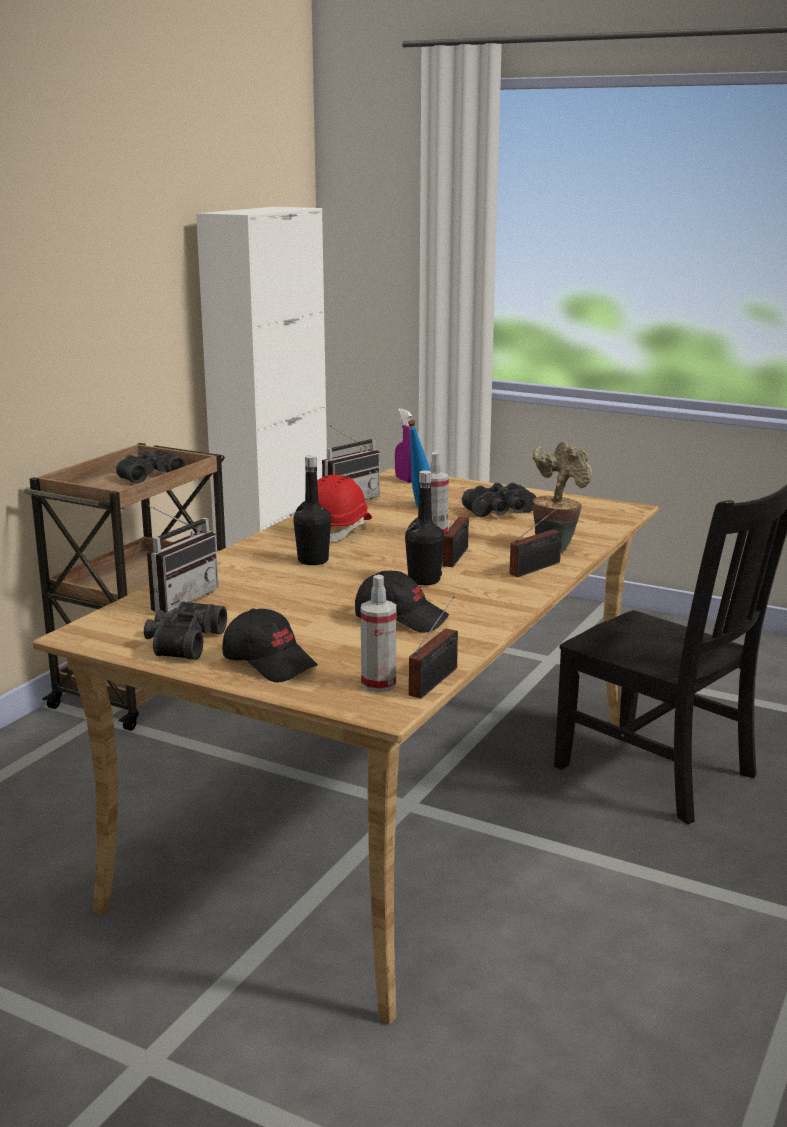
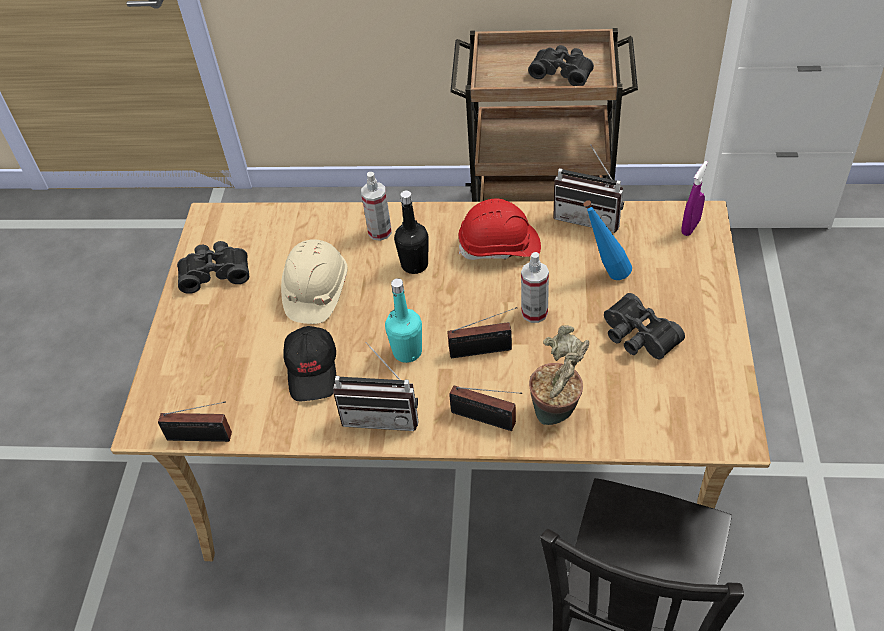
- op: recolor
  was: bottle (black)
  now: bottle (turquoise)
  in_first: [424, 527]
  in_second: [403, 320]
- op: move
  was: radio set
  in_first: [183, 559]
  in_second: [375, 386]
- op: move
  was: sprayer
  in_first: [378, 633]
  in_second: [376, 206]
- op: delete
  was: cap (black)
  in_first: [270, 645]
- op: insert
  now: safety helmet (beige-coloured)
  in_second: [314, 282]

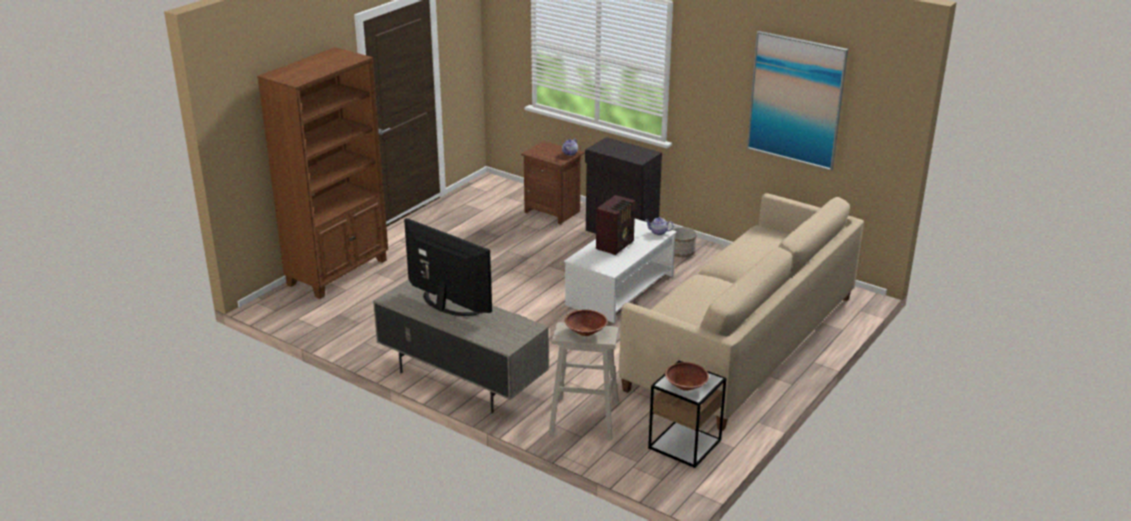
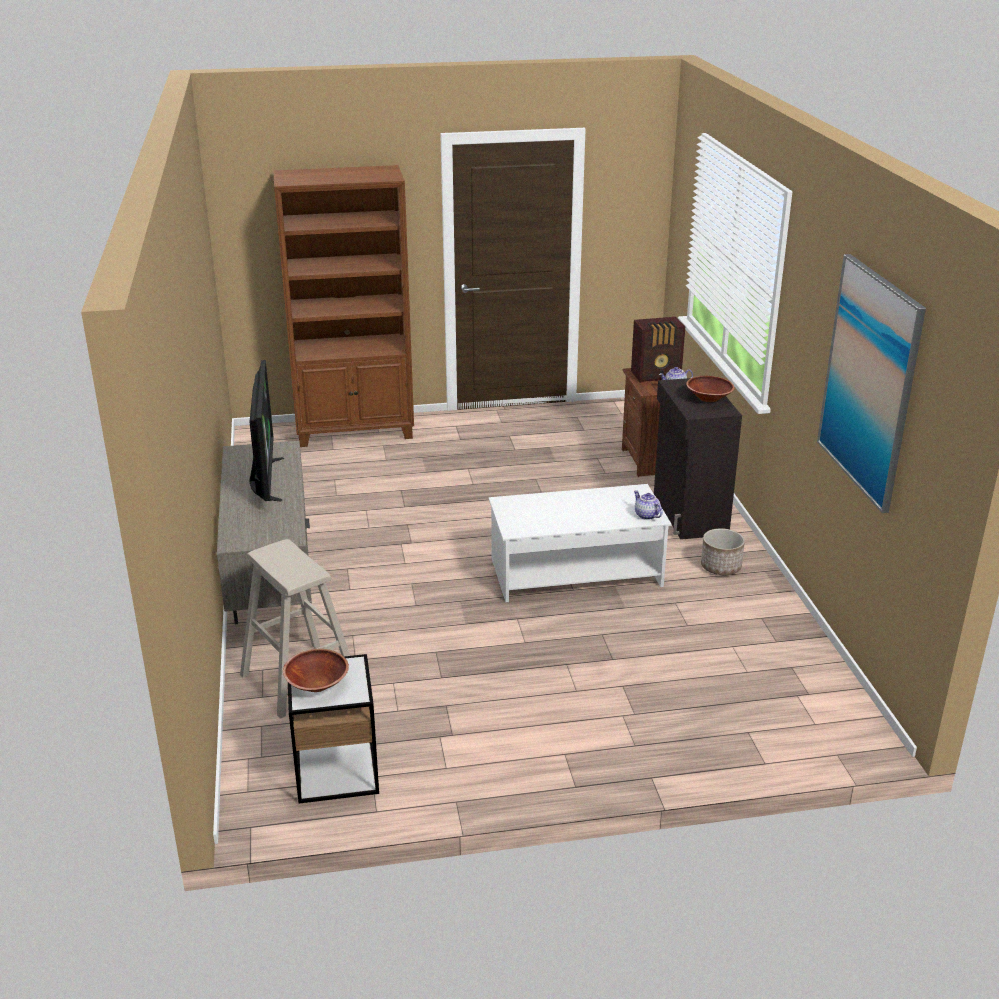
- op: delete
  was: couch (beige-coloured)
  in_first: [741, 312]
- op: move
  was: radio set
  in_first: [615, 225]
  in_second: [658, 349]
- op: move
  was: deep dish (brownish)
  in_first: [586, 323]
  in_second: [710, 389]

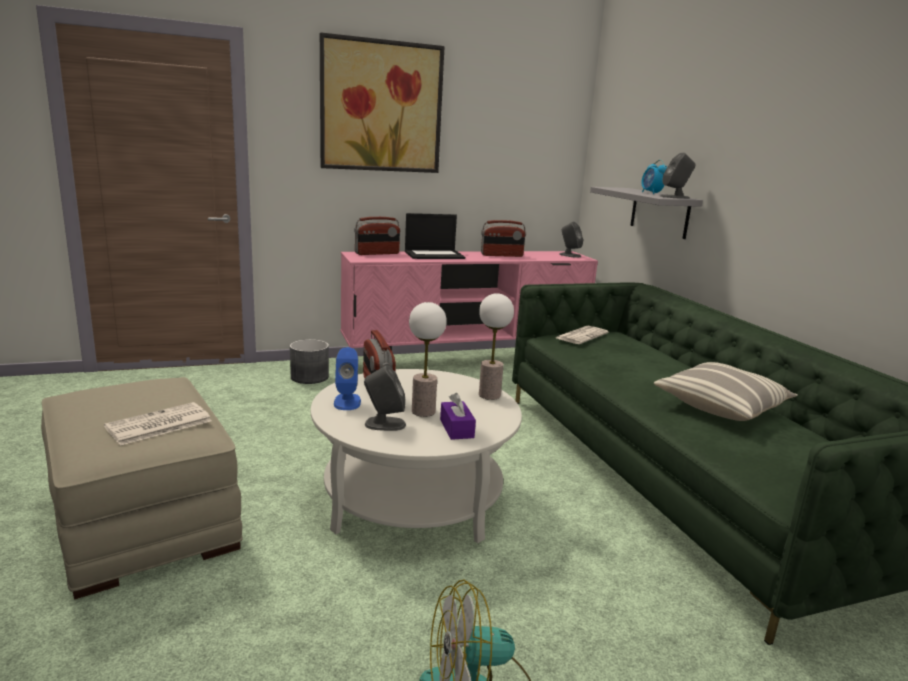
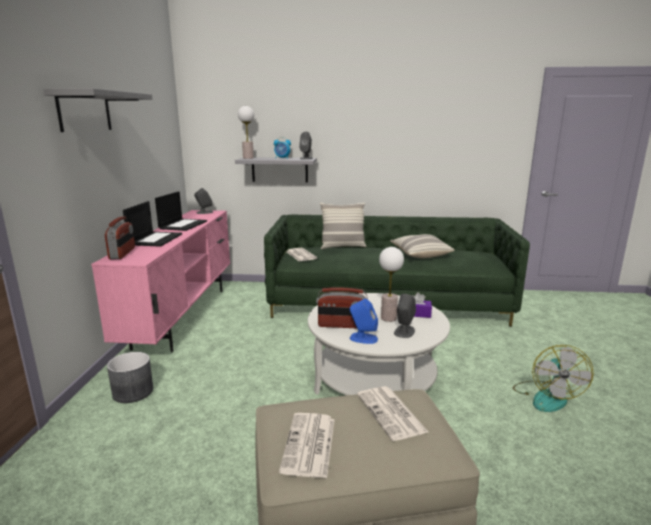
- op: replace
  was: wall picture
  now: wall shelf (grey)
  in_first: [382, 102]
  in_second: [98, 110]
- op: replace
  was: radio set
  now: notebook computer
  in_first: [503, 238]
  in_second: [181, 211]
- op: move
  was: lamp for a table
  in_first: [496, 346]
  in_second: [246, 132]
- op: insert
  now: pillow
  in_second: [343, 226]
- op: insert
  now: printed paper
  in_second: [306, 445]

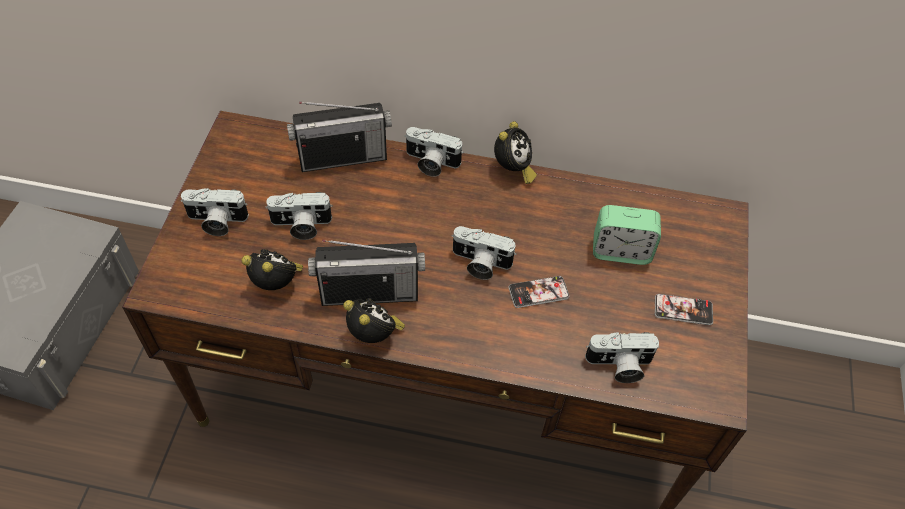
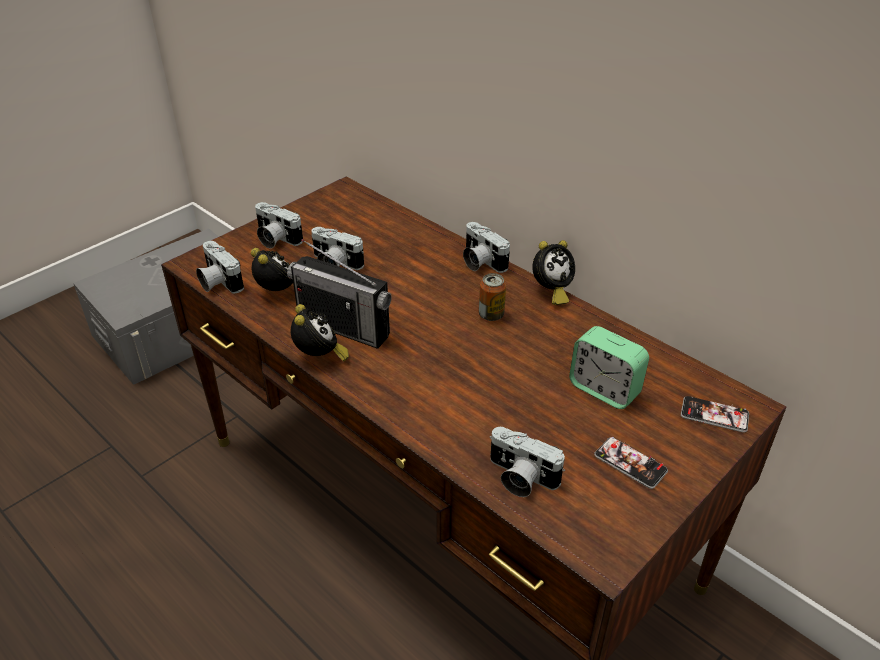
- op: delete
  was: radio set
  in_first: [339, 137]
- op: move
  was: still camera
  in_first: [484, 253]
  in_second: [220, 267]
- op: move
  was: handset
  in_first: [538, 292]
  in_second: [715, 414]
- op: insert
  now: can
  in_second: [492, 297]

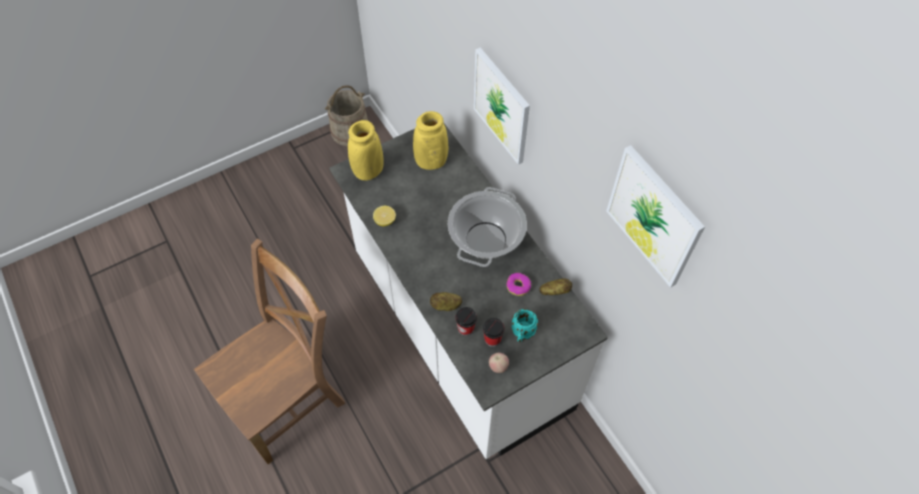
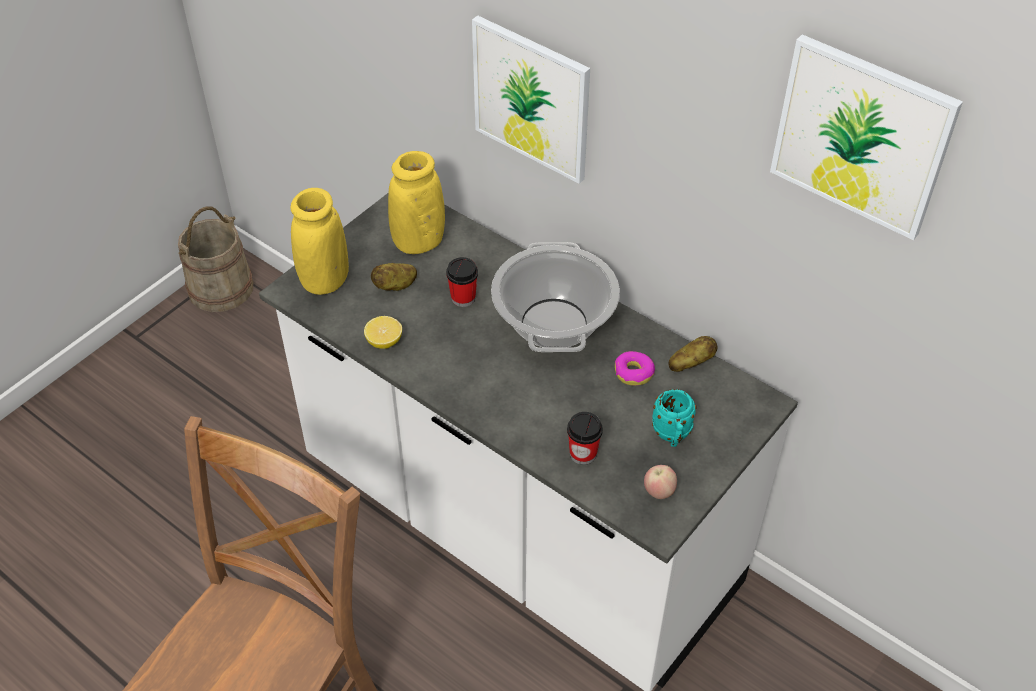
- op: move
  was: spud
  in_first: [446, 301]
  in_second: [394, 277]
- op: move
  was: drinking cup
  in_first: [494, 332]
  in_second: [462, 282]

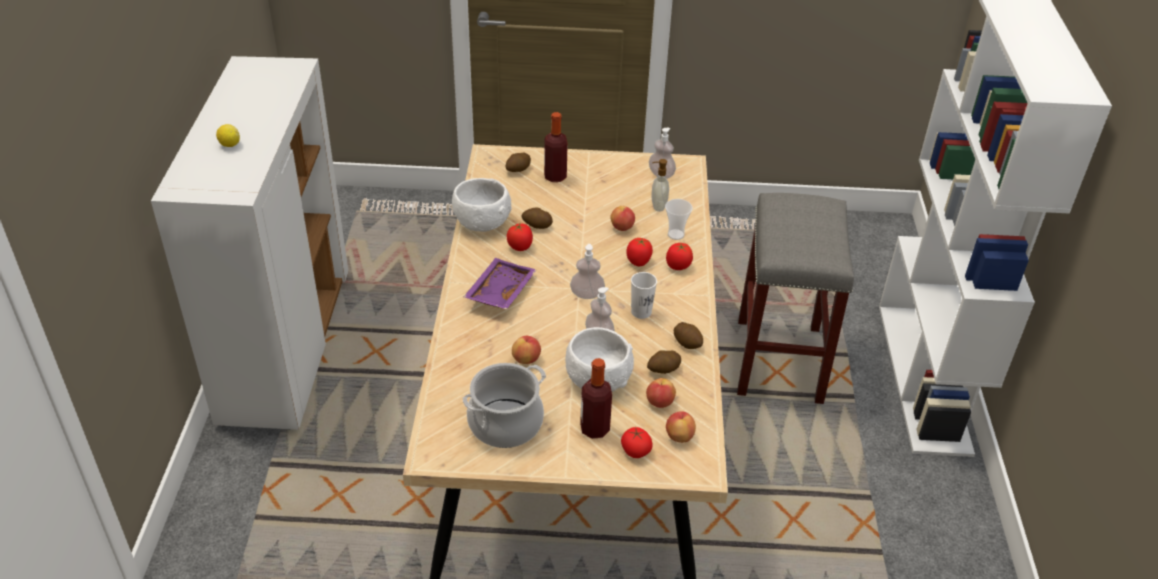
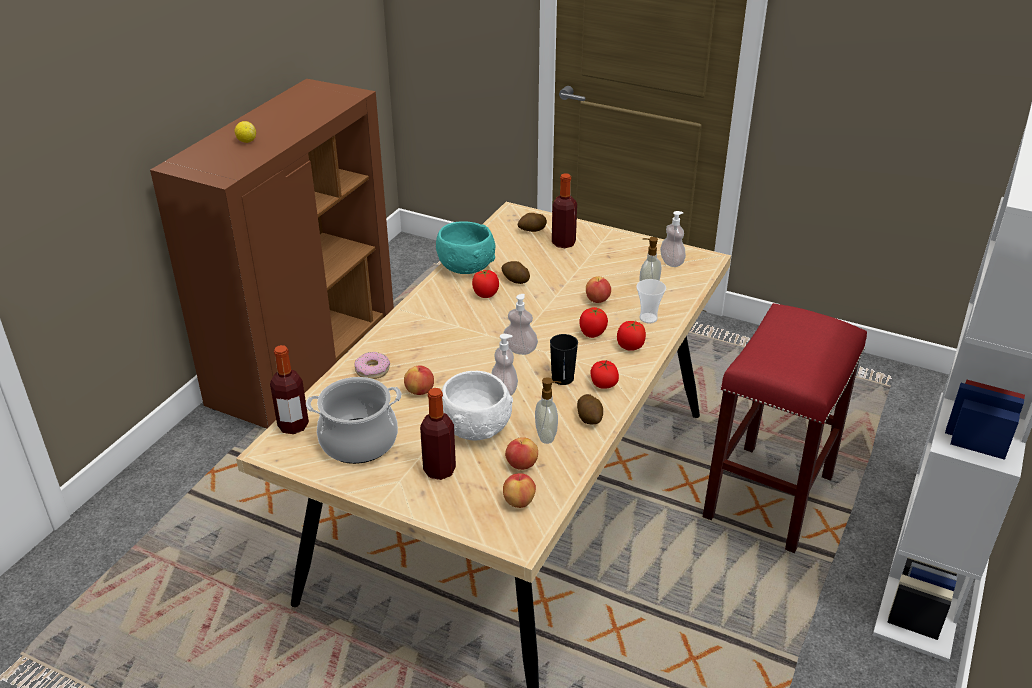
- op: recolor
  was: cabinet (white)
  now: cabinet (brownish)
  in_first: [249, 243]
  in_second: [272, 253]
- op: recolor
  was: deep dish (white)
  now: deep dish (turquoise)
  in_first: [482, 205]
  in_second: [465, 247]
- op: recolor
  was: stool seat (grey)
  now: stool seat (reddish)
  in_first: [795, 298]
  in_second: [785, 428]
- op: delete
  was: carrying tray (purple-coloured)
  in_first: [499, 284]
- op: recolor
  was: drinking cup (white)
  now: drinking cup (black)
  in_first: [644, 295]
  in_second: [564, 359]
- op: replace
  was: spud
  now: liquid soap bottle
  in_first: [664, 362]
  in_second: [548, 410]
- op: move
  was: tomato
  in_first: [637, 442]
  in_second: [604, 374]
- op: insert
  now: bottle
  in_second: [289, 389]
- op: insert
  now: donut
  in_second: [372, 365]

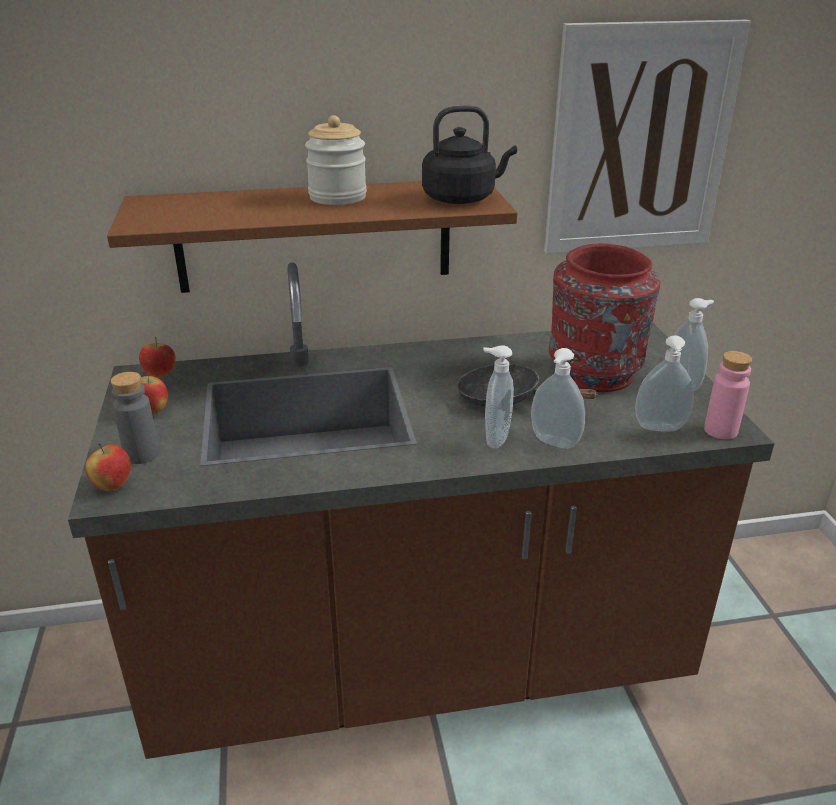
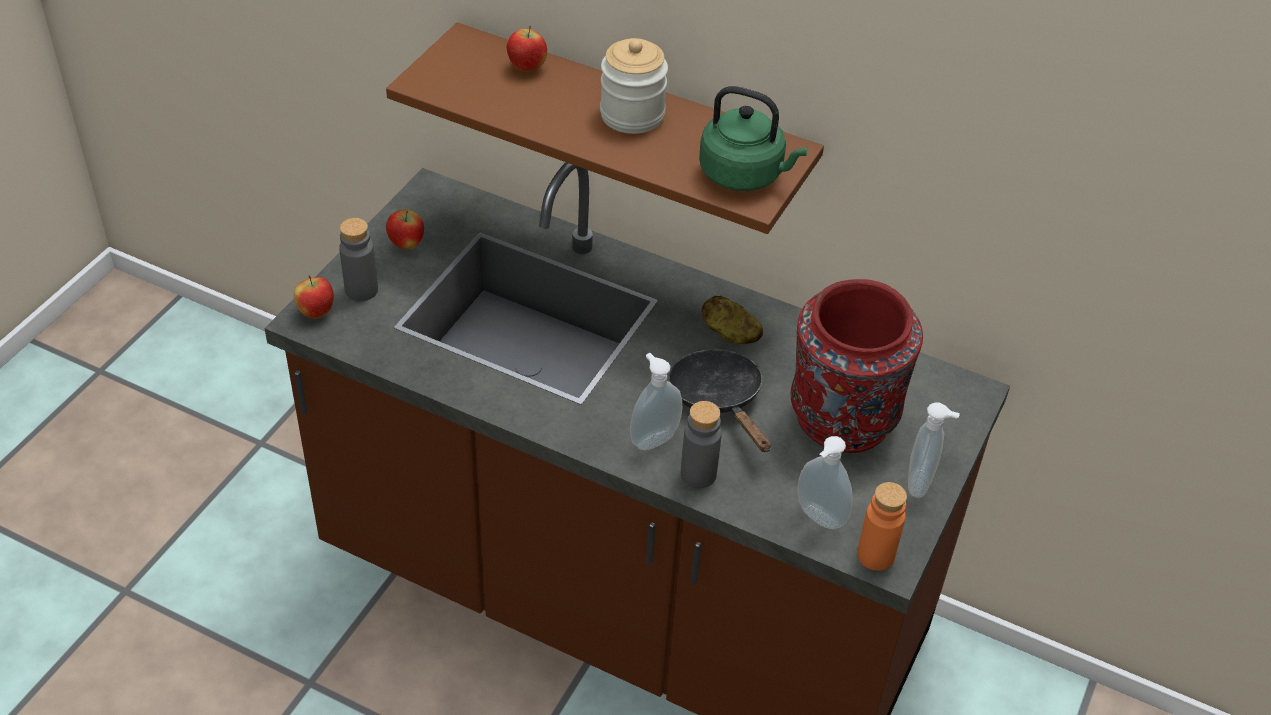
- op: delete
  was: wall picture
  in_first: [647, 137]
- op: recolor
  was: tea kettle (black)
  now: tea kettle (greenish)
  in_first: [469, 155]
  in_second: [753, 138]
- op: move
  was: whole apple
  in_first: [157, 357]
  in_second: [526, 48]
- op: replace
  was: liquid soap bottle
  now: bottle (grey)
  in_first: [558, 398]
  in_second: [701, 444]
- op: recolor
  was: bottle (pinkish)
  now: bottle (orange-coloured)
  in_first: [728, 395]
  in_second: [882, 526]
- op: insert
  now: spud
  in_second: [732, 320]

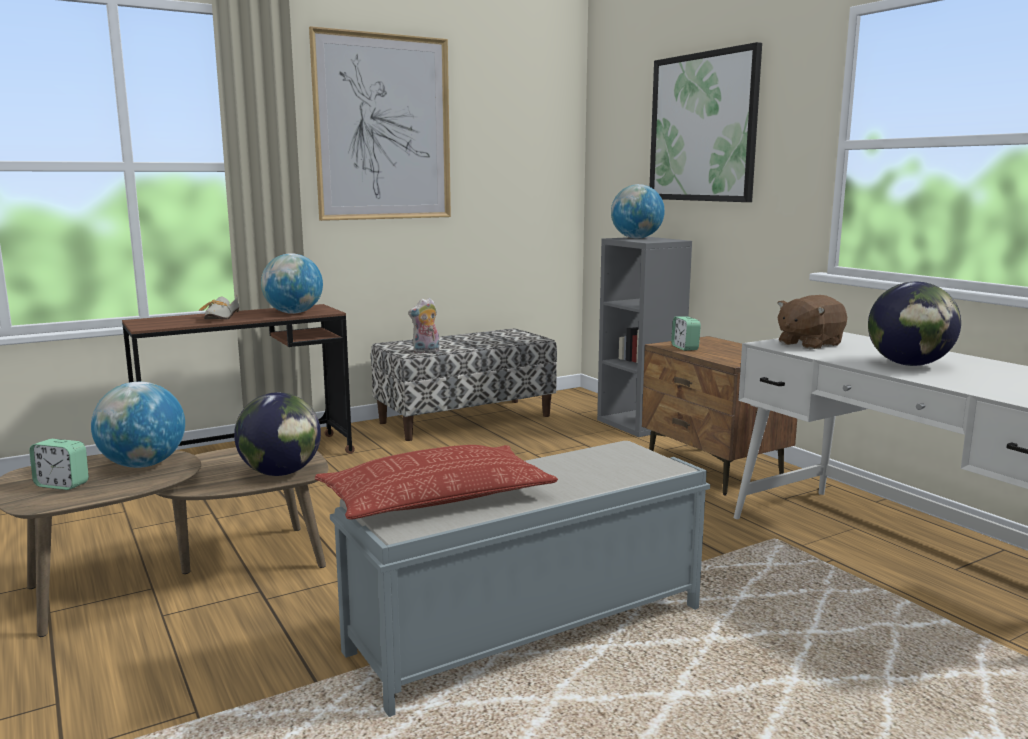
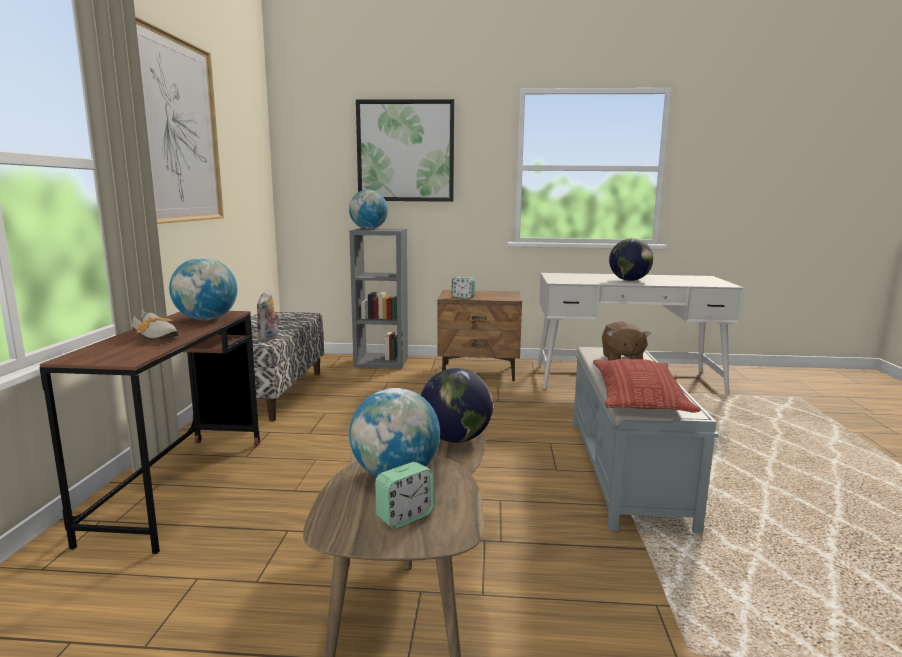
- op: move
  was: soft toy (brownish)
  in_first: [812, 322]
  in_second: [626, 340]

